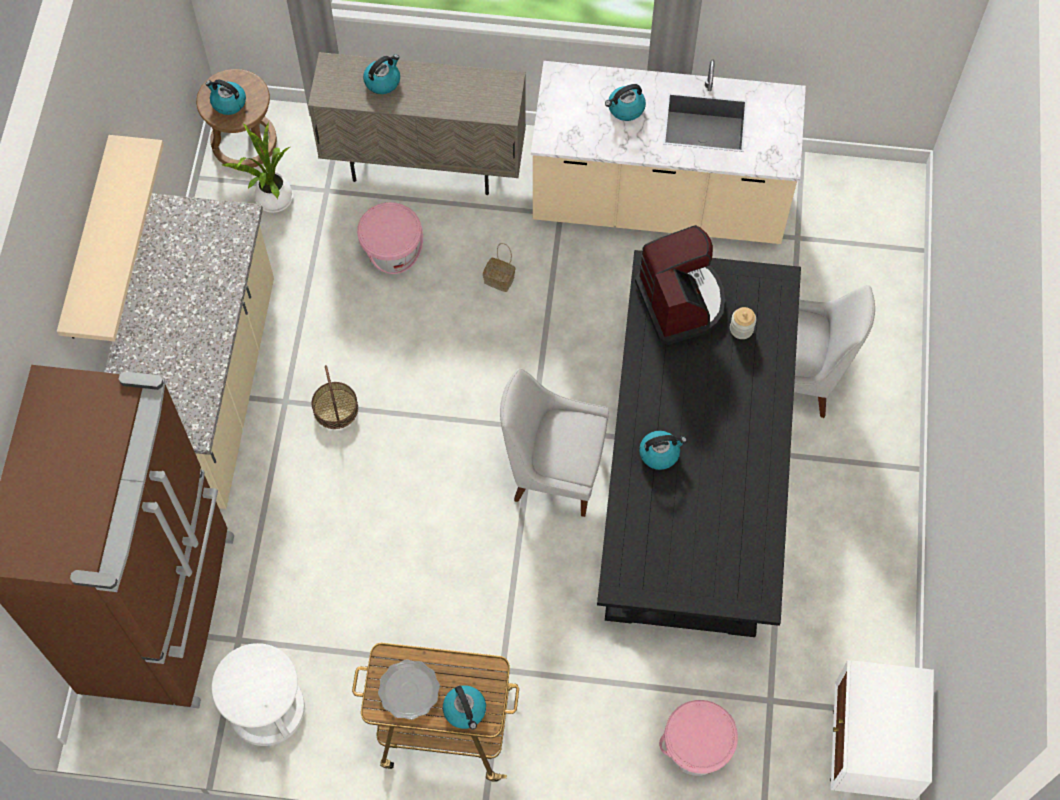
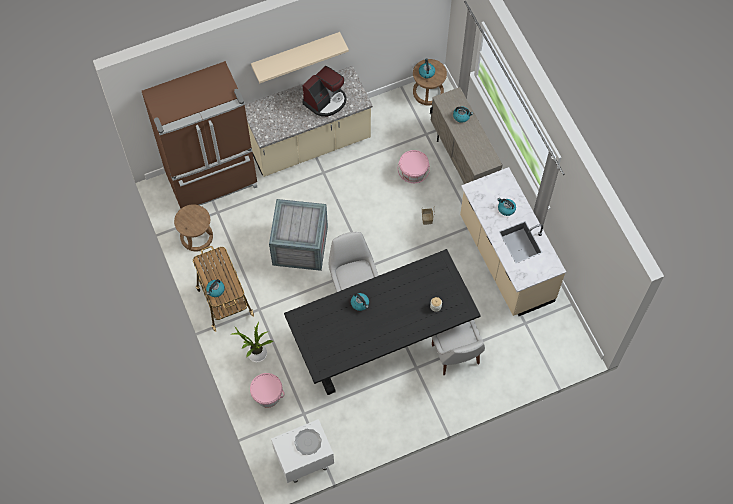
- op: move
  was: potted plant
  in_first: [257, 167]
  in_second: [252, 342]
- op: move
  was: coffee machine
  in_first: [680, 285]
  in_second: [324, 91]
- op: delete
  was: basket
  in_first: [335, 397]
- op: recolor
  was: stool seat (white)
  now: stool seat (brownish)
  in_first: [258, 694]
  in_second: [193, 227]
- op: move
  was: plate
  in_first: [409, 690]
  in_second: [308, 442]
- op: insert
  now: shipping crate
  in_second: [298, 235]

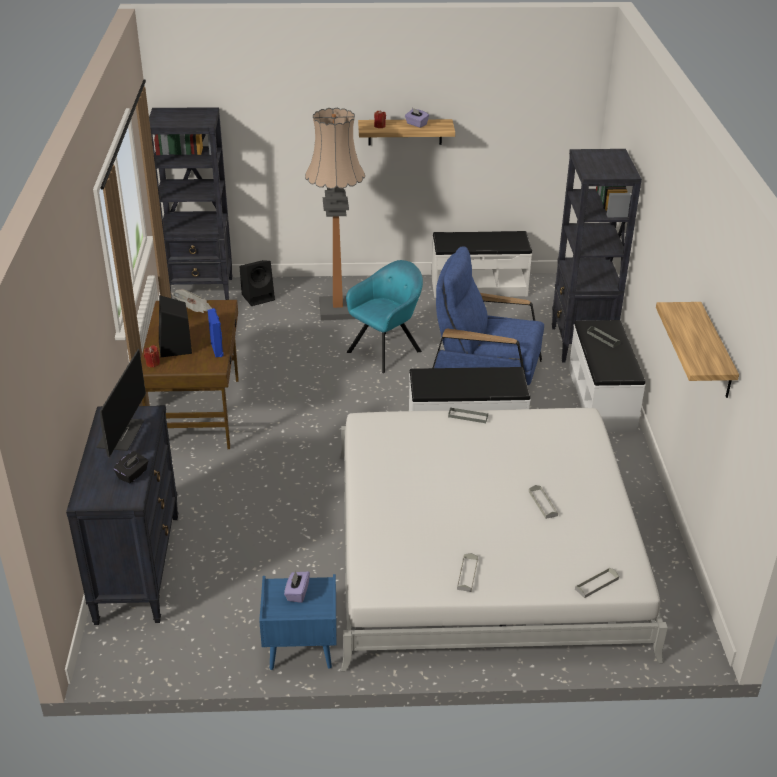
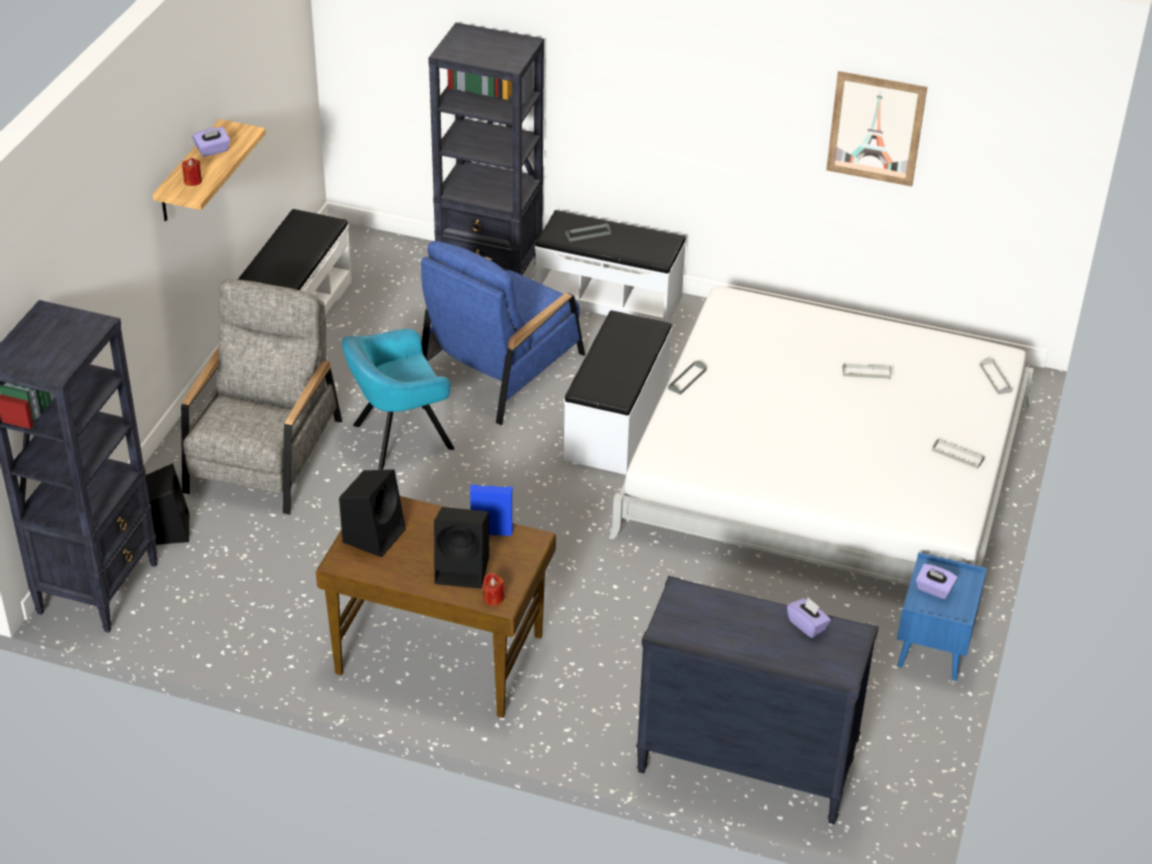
- op: replace
  was: standard lamp
  now: armchair (grey)
  in_first: [335, 214]
  in_second: [261, 397]
- op: rotate
  was: armchair (turquoise)
  in_first: [384, 316]
  in_second: [398, 399]
  clockwise: -90
- op: replace
  was: printed paper
  now: audio speaker (black)
  in_first: [191, 301]
  in_second: [372, 513]
- op: replace
  was: wall shelf
  now: wall picture
  in_first: [697, 350]
  in_second: [876, 129]
- op: delete
  was: computer display
  in_first: [121, 403]
- op: recolor
  was: tissue box (black)
  now: tissue box (purple-coloured)
  in_first: [131, 467]
  in_second: [809, 617]

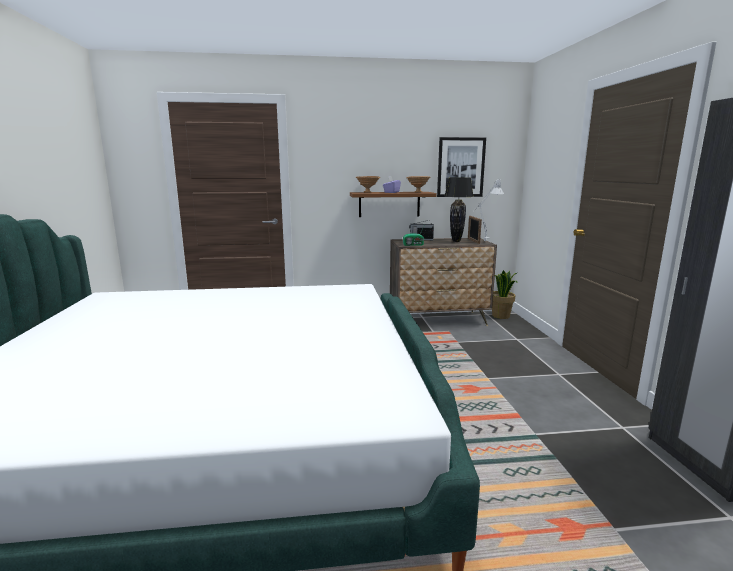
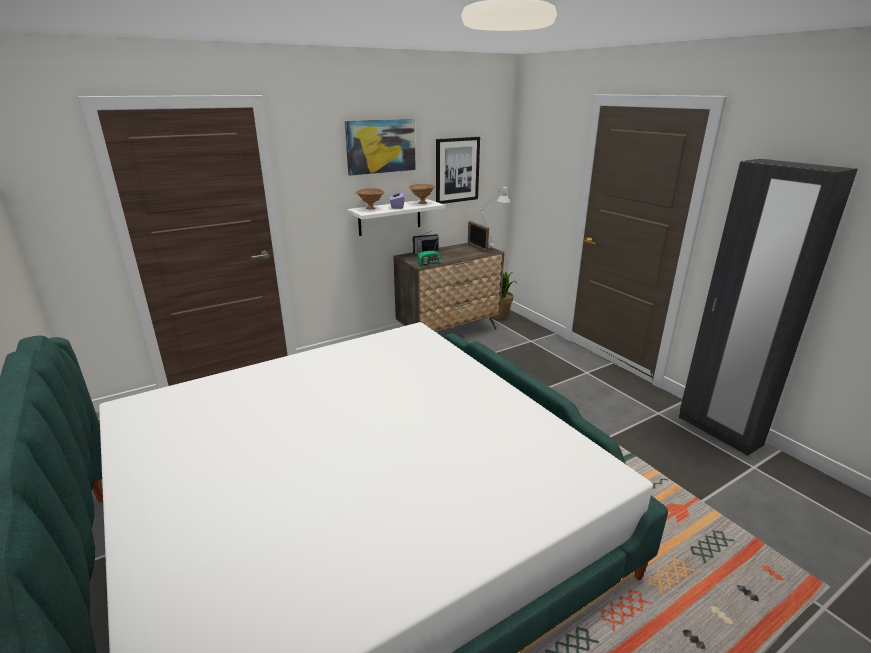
- op: delete
  was: lamp for a table (black)
  in_first: [459, 209]
- op: recolor
  was: wall shelf (brownish)
  now: wall shelf (white)
  in_first: [393, 204]
  in_second: [396, 217]
- op: insert
  now: wall picture
  in_second: [380, 147]

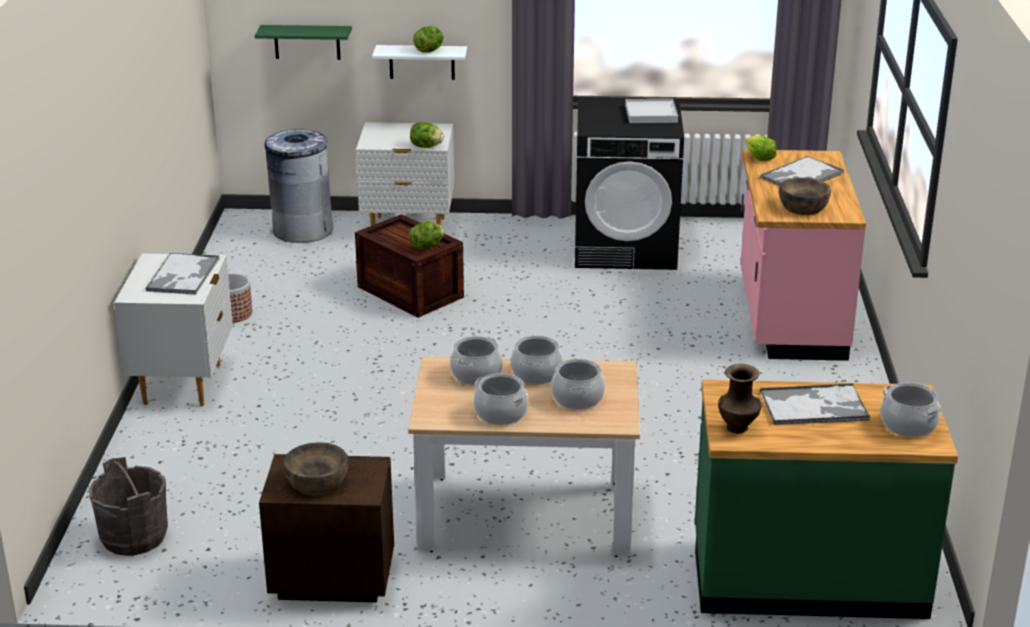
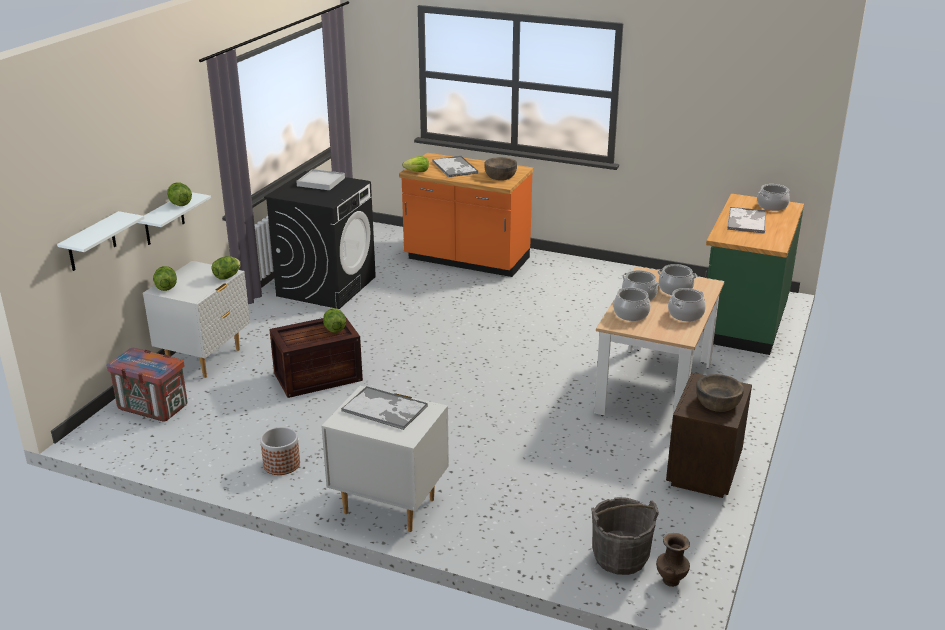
- op: recolor
  was: wall shelf (greenish)
  now: wall shelf (white)
  in_first: [303, 42]
  in_second: [100, 241]
- op: replace
  was: rubbish bin (grey)
  now: shipping crate
  in_first: [299, 186]
  in_second: [146, 385]
- op: recolor
  was: kitchen base unit (pinkish)
  now: kitchen base unit (orange-coloured)
  in_first: [803, 255]
  in_second: [466, 215]
- op: move
  was: decorative vase (brownish)
  in_first: [739, 399]
  in_second: [673, 560]
- op: insert
  now: lettuce head
  in_second: [165, 278]

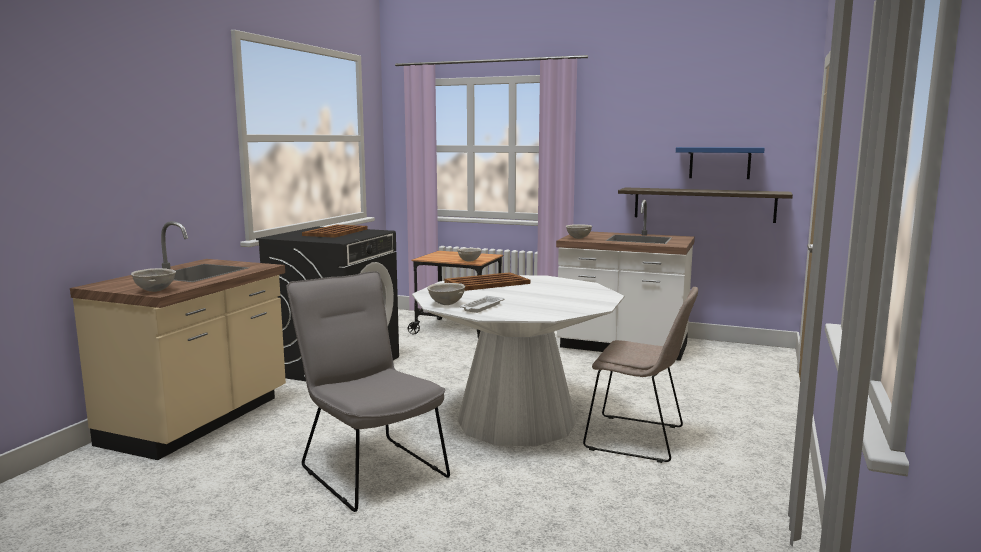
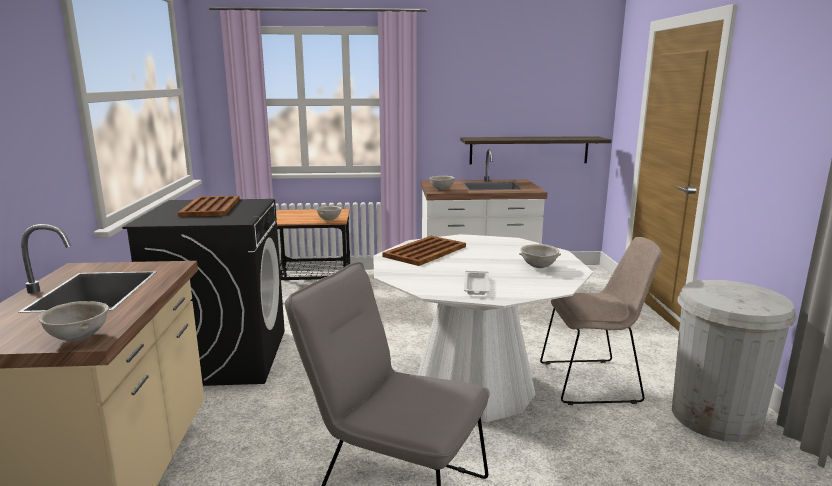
- op: delete
  was: wall shelf (bluish)
  in_first: [720, 163]
- op: move
  was: deep dish (grey)
  in_first: [446, 294]
  in_second: [540, 256]
- op: insert
  now: rubbish bin (white)
  in_second: [734, 361]

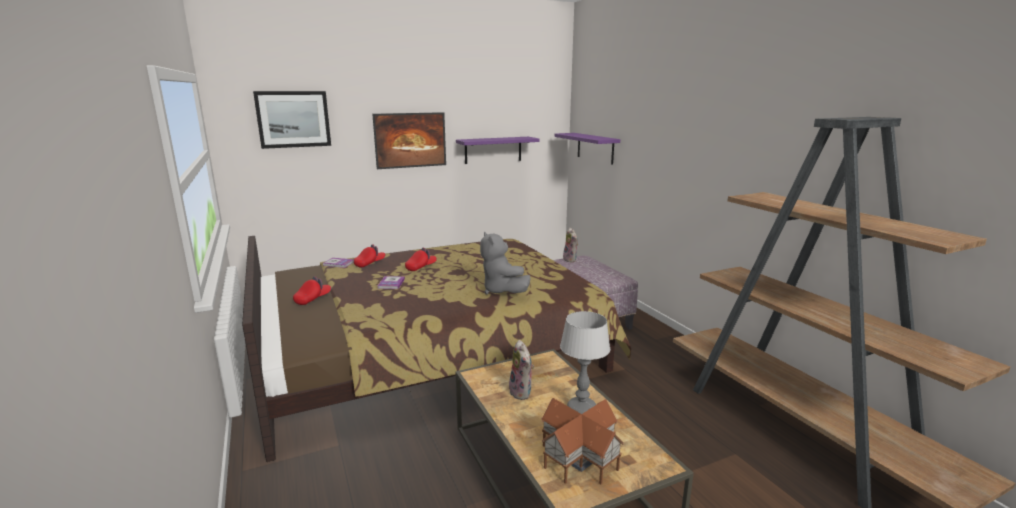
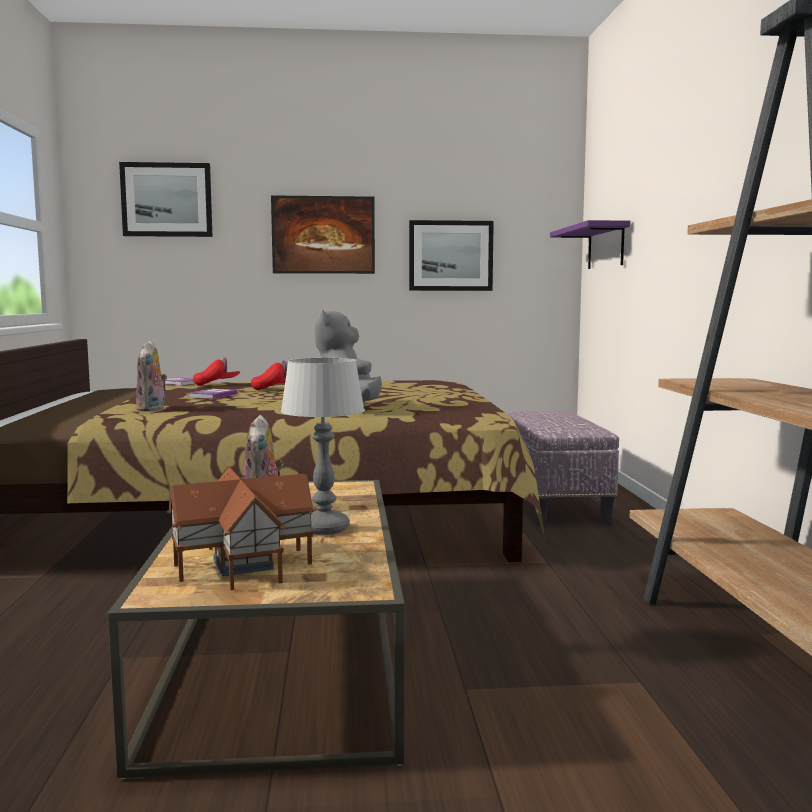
- op: replace
  was: wall shelf (purple-coloured)
  now: wall picture
  in_first: [498, 150]
  in_second: [451, 255]
- op: move
  was: soft toy
  in_first: [570, 245]
  in_second: [151, 376]
- op: delete
  was: cap (reddish)
  in_first: [312, 290]

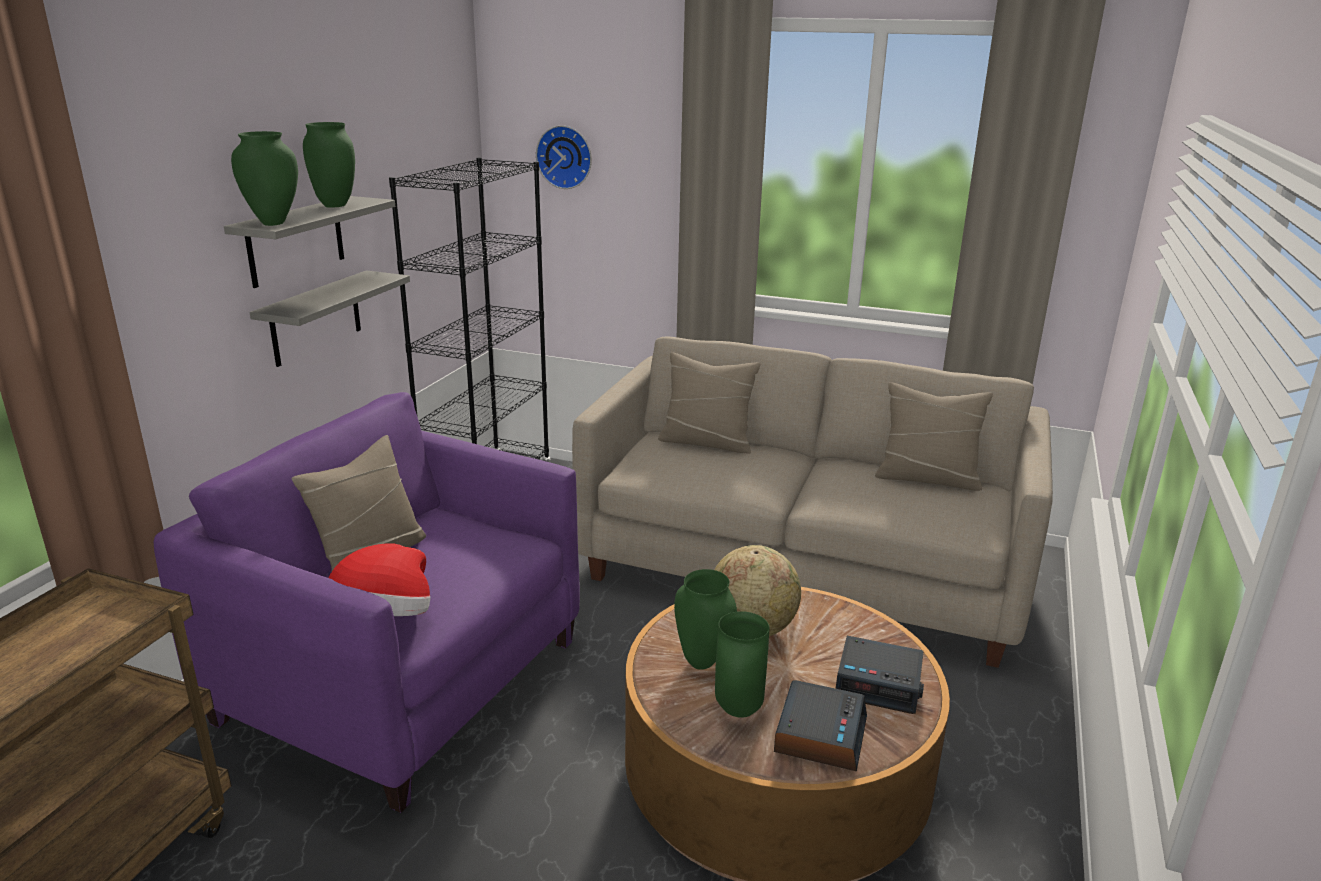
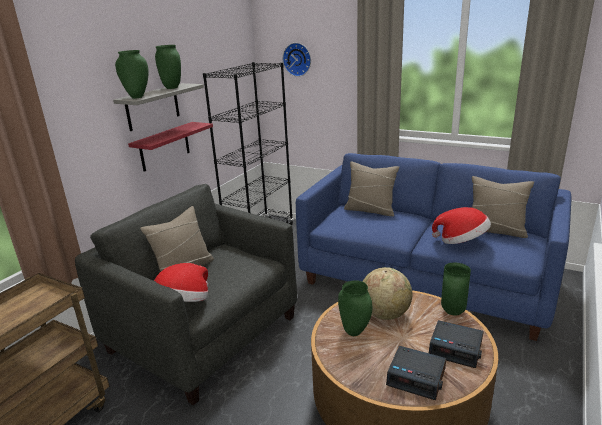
- op: recolor
  was: wall shelf (grey)
  now: wall shelf (reddish)
  in_first: [330, 318]
  in_second: [170, 147]
- op: recolor
  was: couch (beige-coloured)
  now: couch (bluish)
  in_first: [812, 502]
  in_second: [433, 247]
- op: recolor
  was: armchair (purple-coloured)
  now: armchair (grey)
  in_first: [366, 602]
  in_second: [186, 295]
- op: move
  was: decorative vase (greenish)
  in_first: [742, 664]
  in_second: [456, 289]
- op: rotate
  was: bedside clock
  in_first: [820, 725]
  in_second: [416, 373]
  clockwise: 90
- op: insert
  now: wearable hat
  in_second: [461, 225]

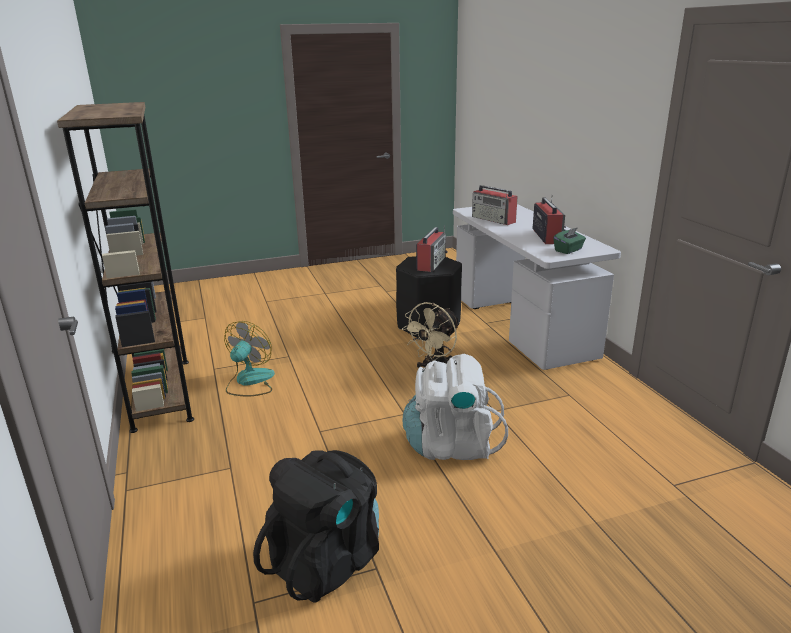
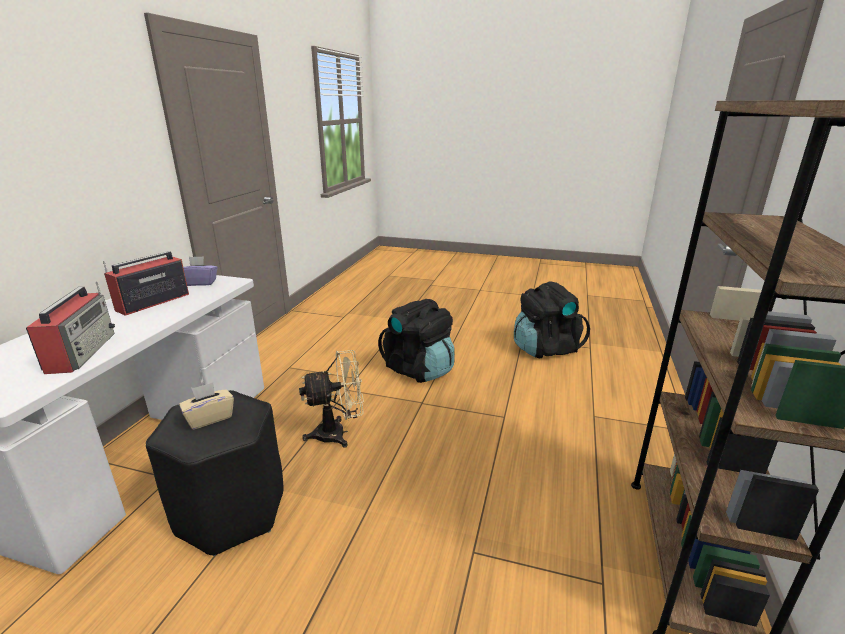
- op: replace
  was: radio set
  now: tissue box (beige-coloured)
  in_first: [432, 248]
  in_second: [206, 405]
- op: recolor
  was: tissue box (greenish)
  now: tissue box (purple-coloured)
  in_first: [569, 240]
  in_second: [200, 271]
- op: delete
  was: electric fan
  in_first: [249, 358]
- op: recolor
  was: backpack (white)
  now: backpack (black)
  in_first: [455, 407]
  in_second: [416, 341]

